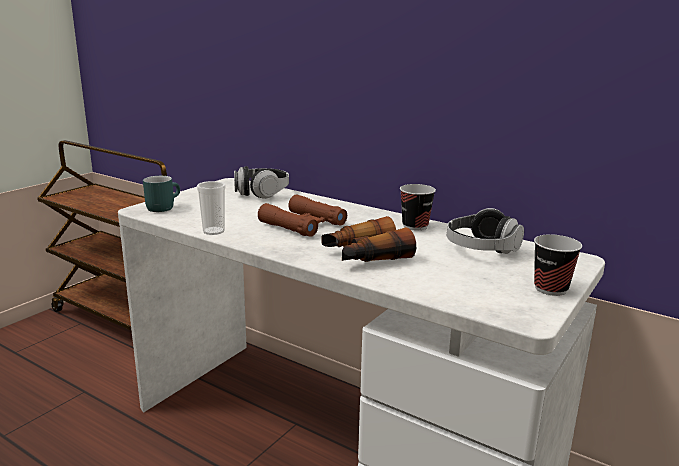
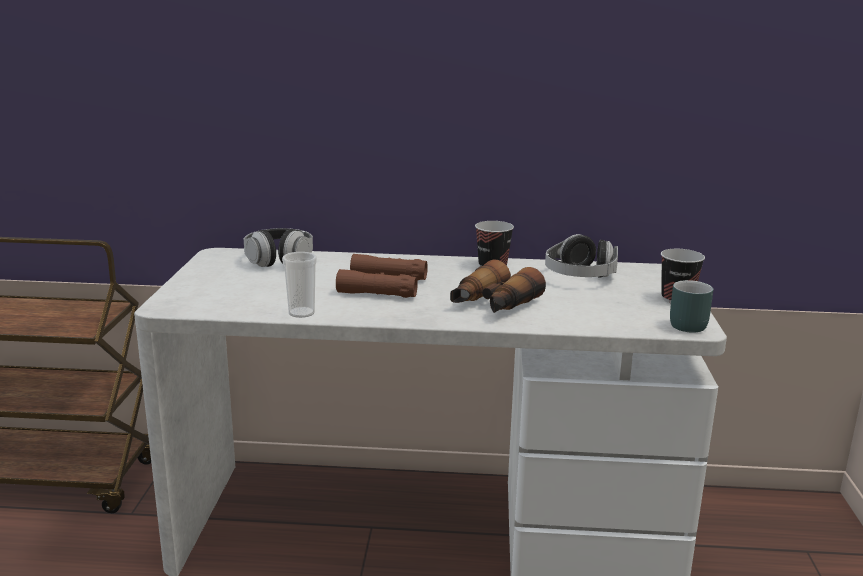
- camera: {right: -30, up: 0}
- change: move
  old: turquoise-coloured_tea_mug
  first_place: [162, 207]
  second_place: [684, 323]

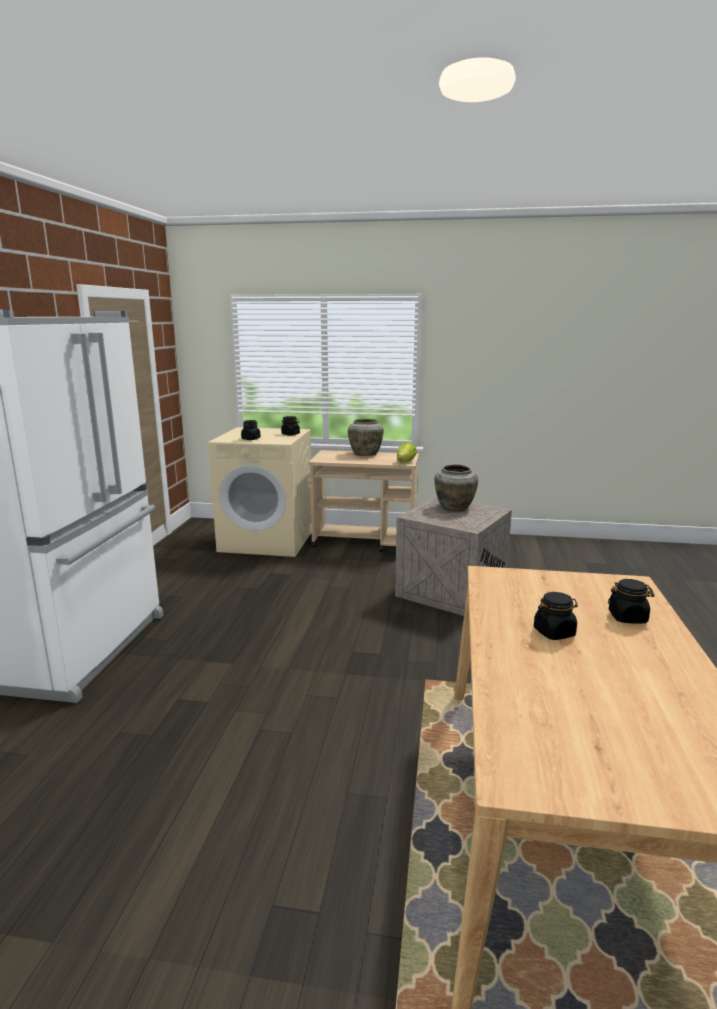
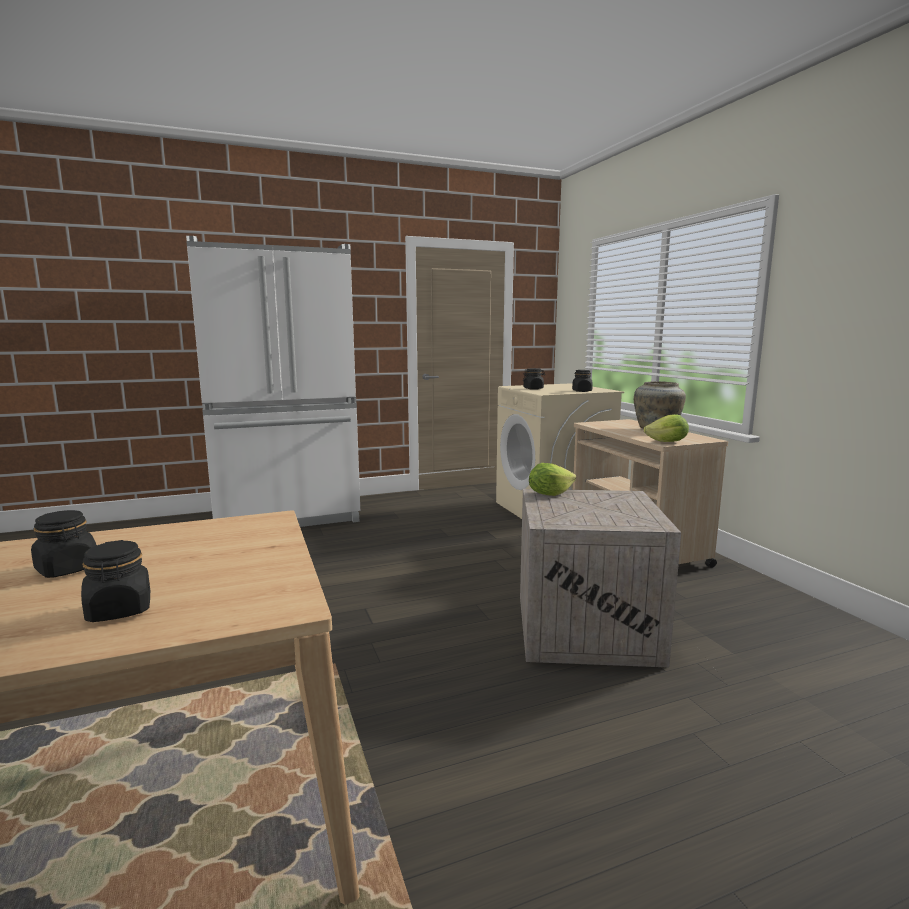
- camera: {right: 60, up: -5}
- change: delete
  old: beige-coloured_flower_vase
  first_place: [454, 508]
- change: insert
  new: lettuce
  second_place: [549, 494]

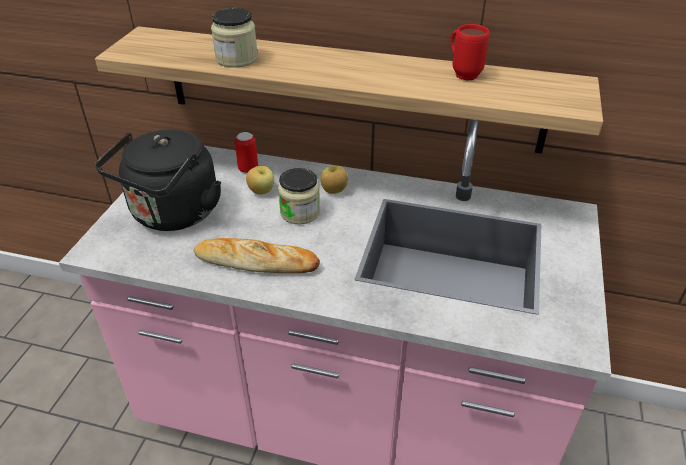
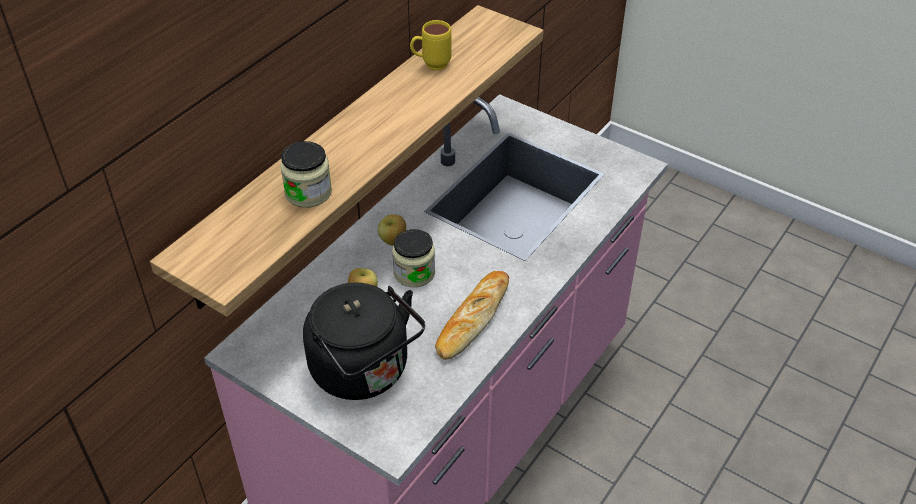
- camera: {right: -70, up: 5}
- change: delete
  old: sealed_can
  first_place: [248, 169]
- change: recolor
  old: red-coloured_tea_mug
  new: yellow-coloured_tea_mug
  first_place: [462, 73]
  second_place: [431, 65]

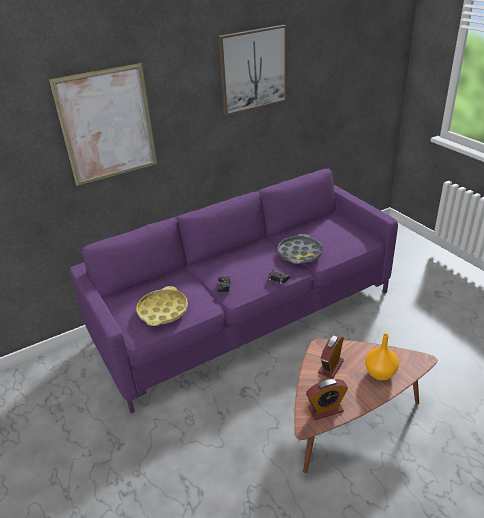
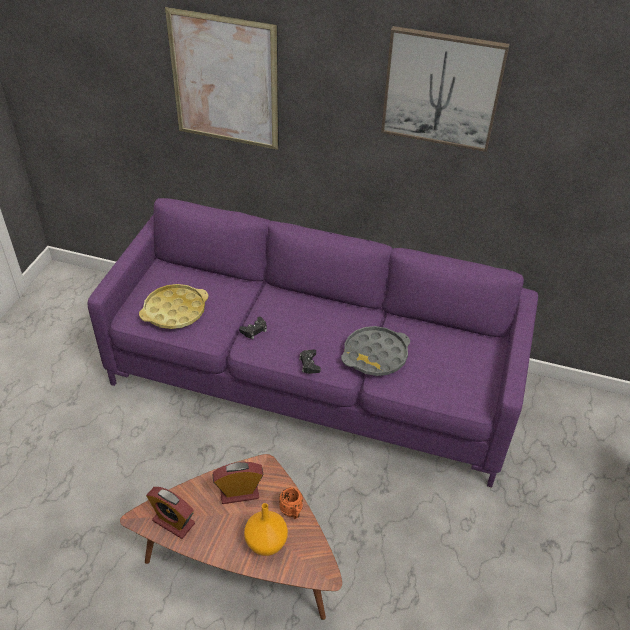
- camera: {right: 45, up: 10}
- change: insert
  new: orange-coloured_tea_mug
  second_place: [292, 512]

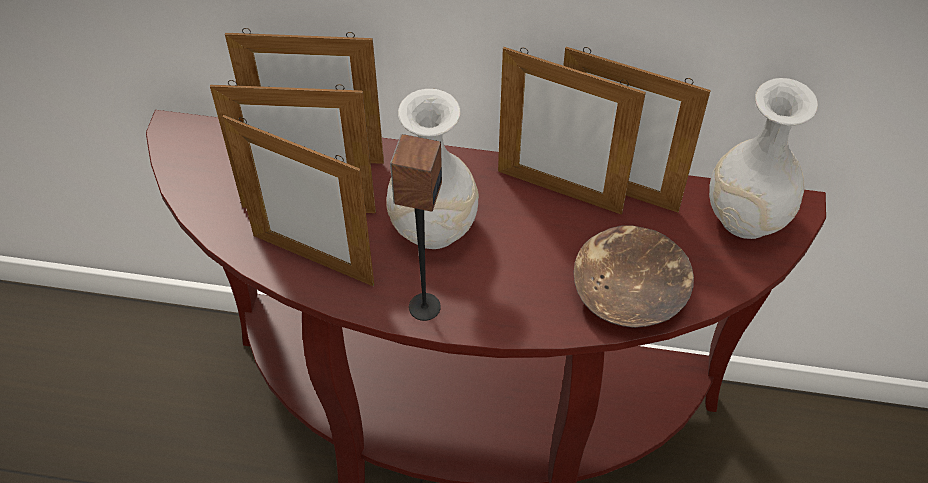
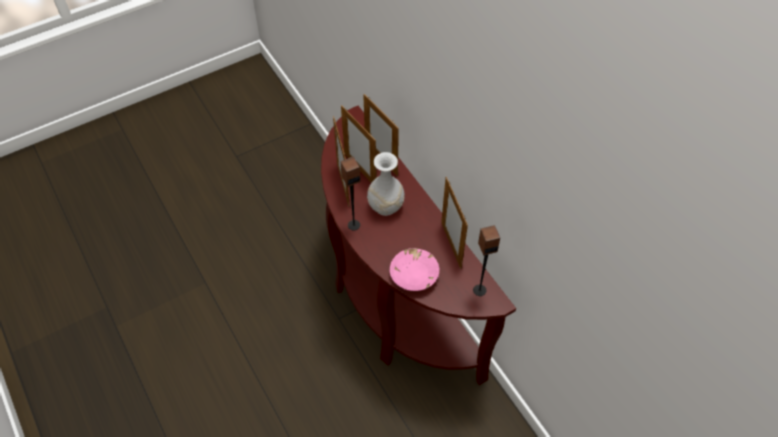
- camera: {right: 50, up: 0}
- change: delete
  old: standing_frame
  first_place: [559, 191]
- change: recolor
  old: brownish_serving_bowl
  new: pink_serving_bowl
  first_place: [630, 289]
  second_place: [414, 275]
- change: replace
  old: white-coloured_flower_vase
  new: speaker
  first_place: [746, 216]
  second_place: [479, 290]

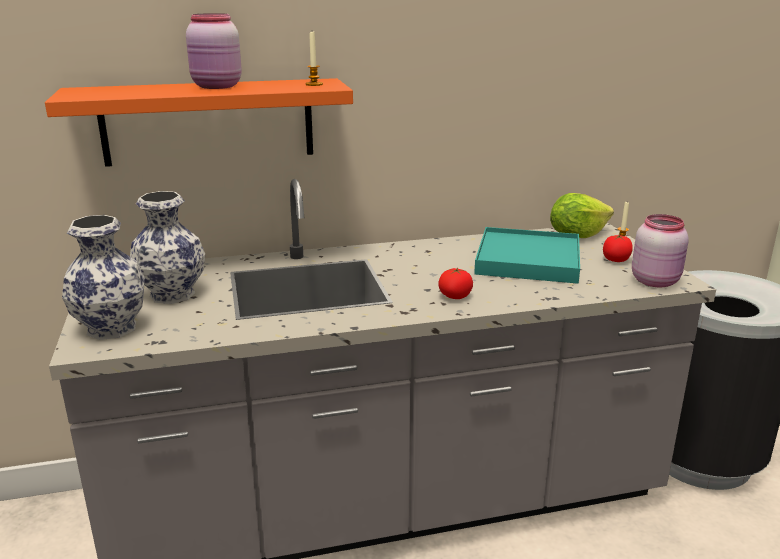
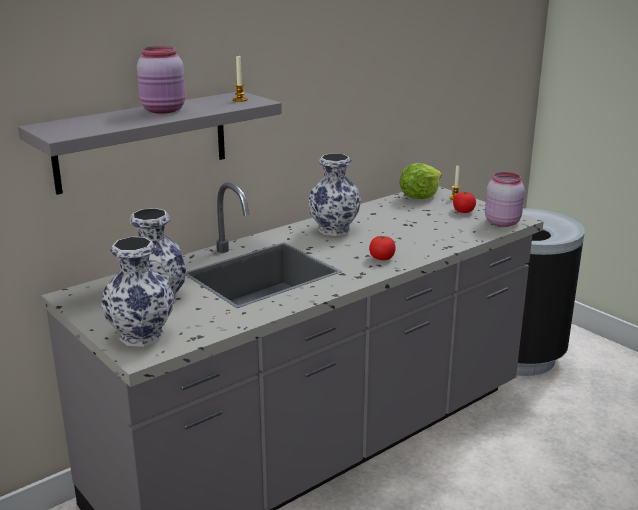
- camera: {right: -25, up: 0}
- change: recolor
  old: orange-coloured_bracket_shelf
  new: gray_bracket_shelf
  first_place: [208, 122]
  second_place: [142, 141]
- change: delete
  old: turquoise-coloured_tray
  first_place: [528, 260]
- change: insert
  new: flower_vase
  second_place: [335, 230]

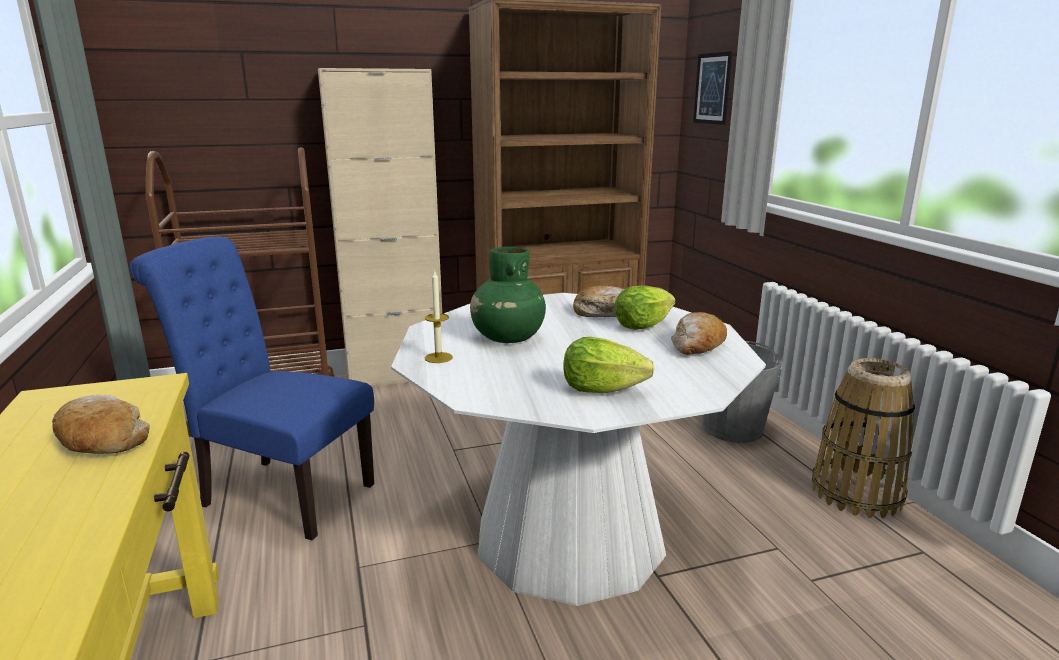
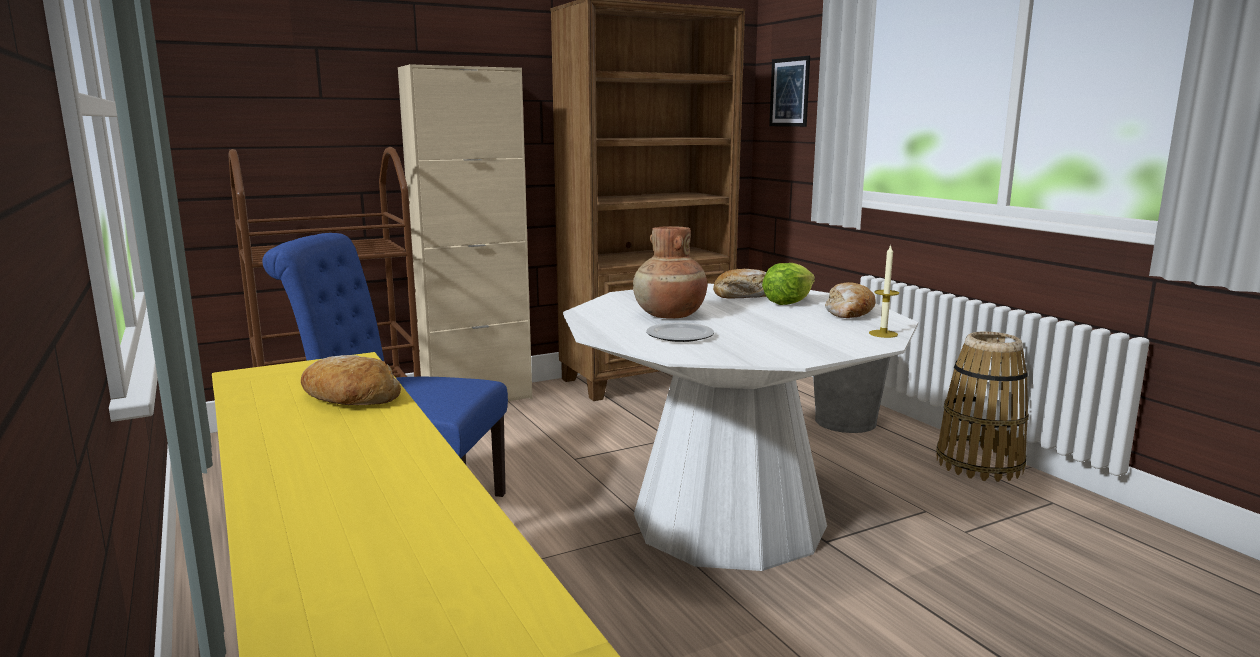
- camera: {right: -10, up: -5}
- change: move
  old: wax_candle
  first_place: [438, 357]
  second_place: [883, 334]
- change: recolor
  old: greenish_flower_vase
  new: brownish_flower_vase
  first_place: [507, 338]
  second_place: [669, 315]
- change: delete
  old: lettuce
  first_place: [601, 389]
- change: insert
  new: dinner_plate
  second_place: [679, 336]

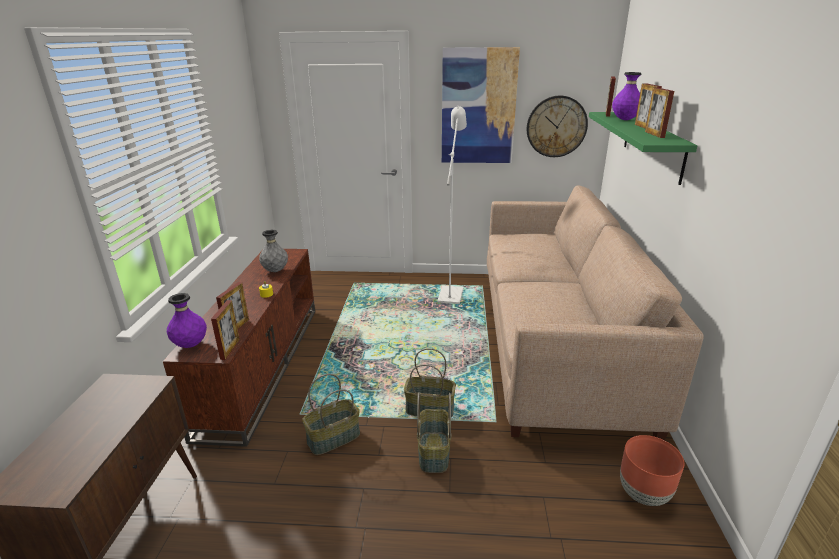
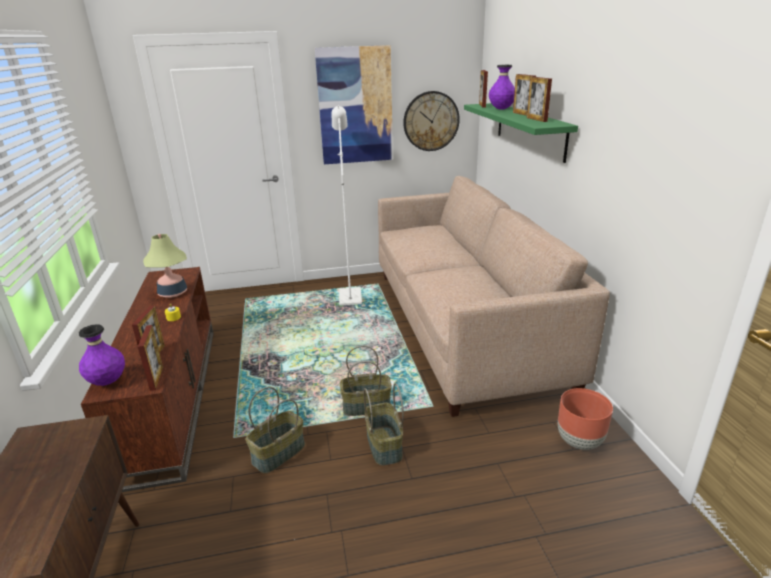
- camera: {right: -15, up: 0}
- change: replace
  old: gray_flower_vase
  new: tabletop_lamp
  first_place: [275, 271]
  second_place: [173, 293]

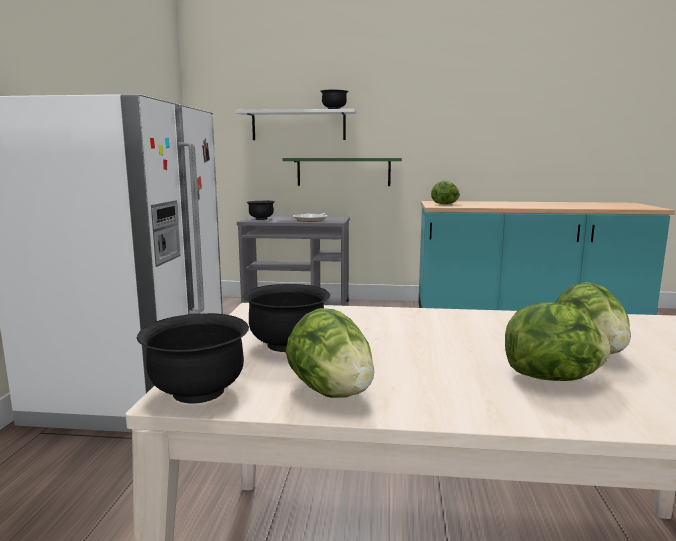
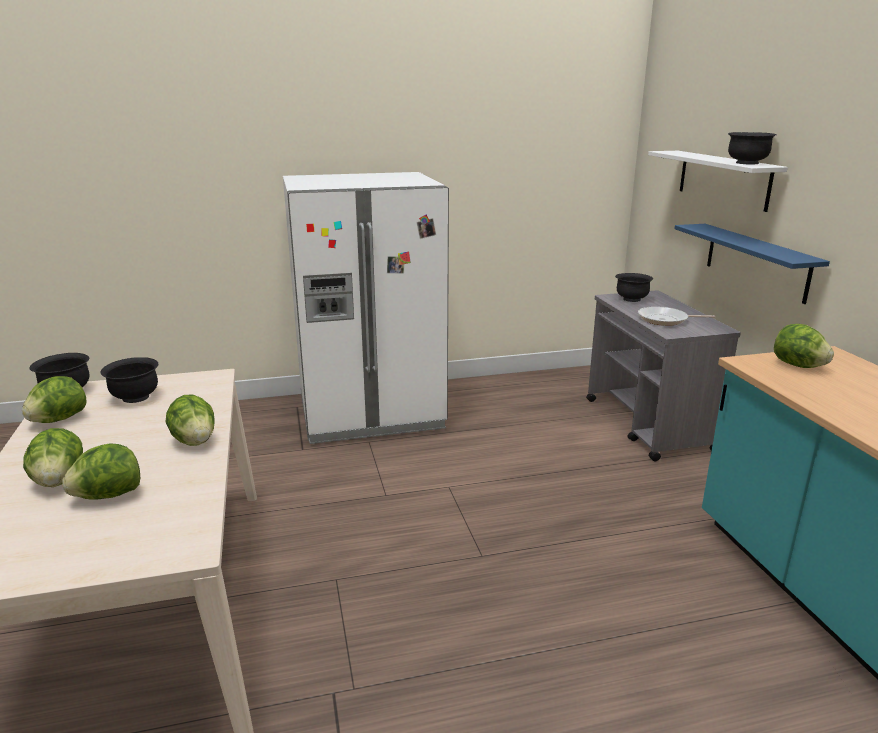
- camera: {right: 70, up: 10}
- change: recolor
  old: greenish_bracket_shelf
  new: blue-coloured_bracket_shelf
  first_place: [343, 172]
  second_place: [756, 261]
- change: insert
  new: lettuce
  second_place: [195, 441]

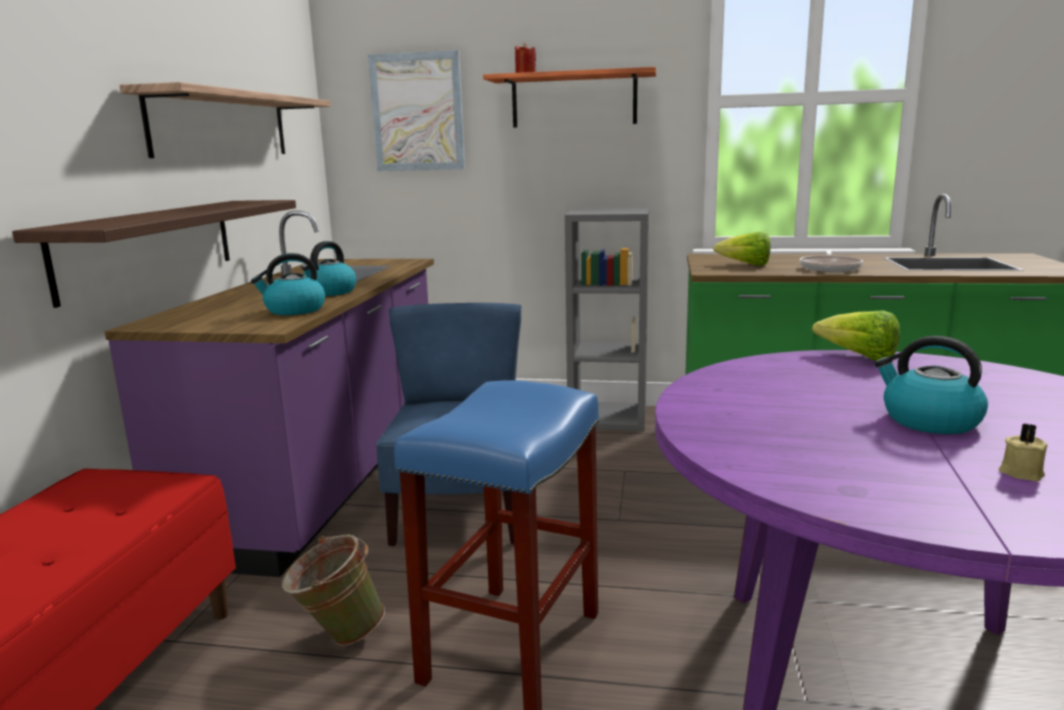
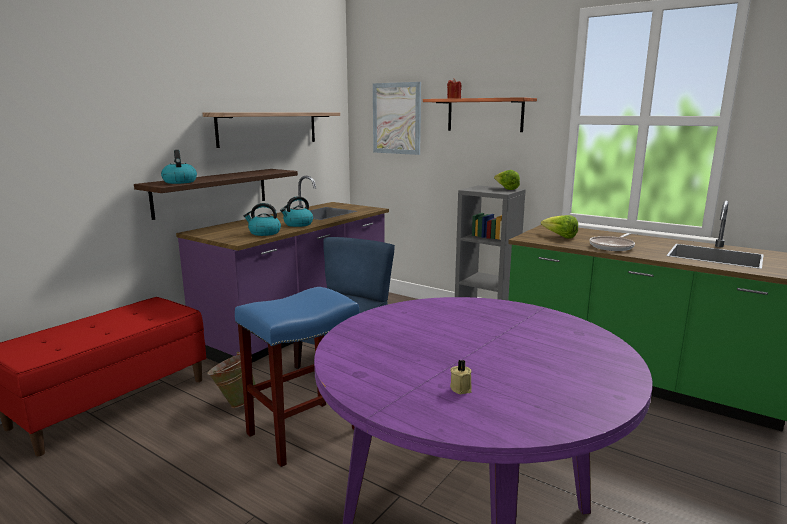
- camera: {right: 25, up: 0}
- change: move
  old: lettuce
  first_place: [859, 357]
  second_place: [505, 189]
- change: move
  old: tea_kettle
  first_place: [928, 420]
  second_place: [179, 182]

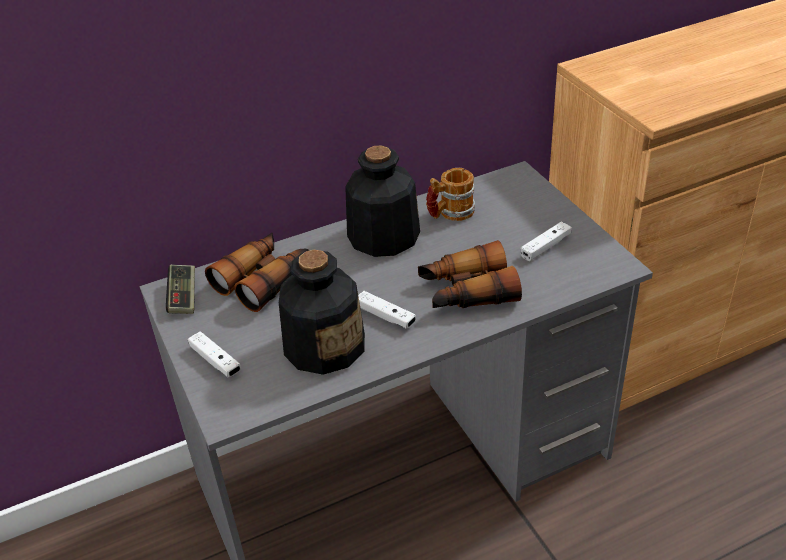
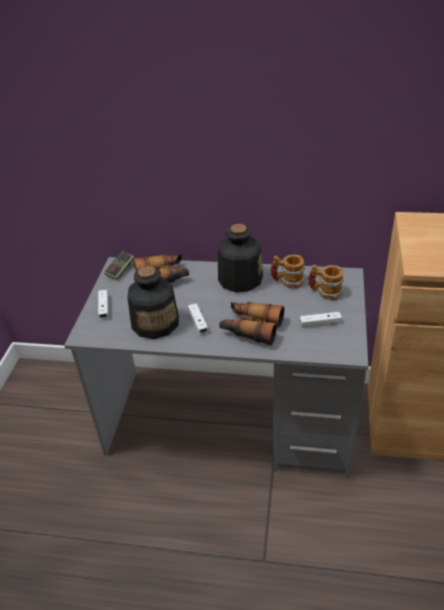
- camera: {right: 35, up: 0}
- change: insert
  new: tea_mug
  second_place: [325, 292]

